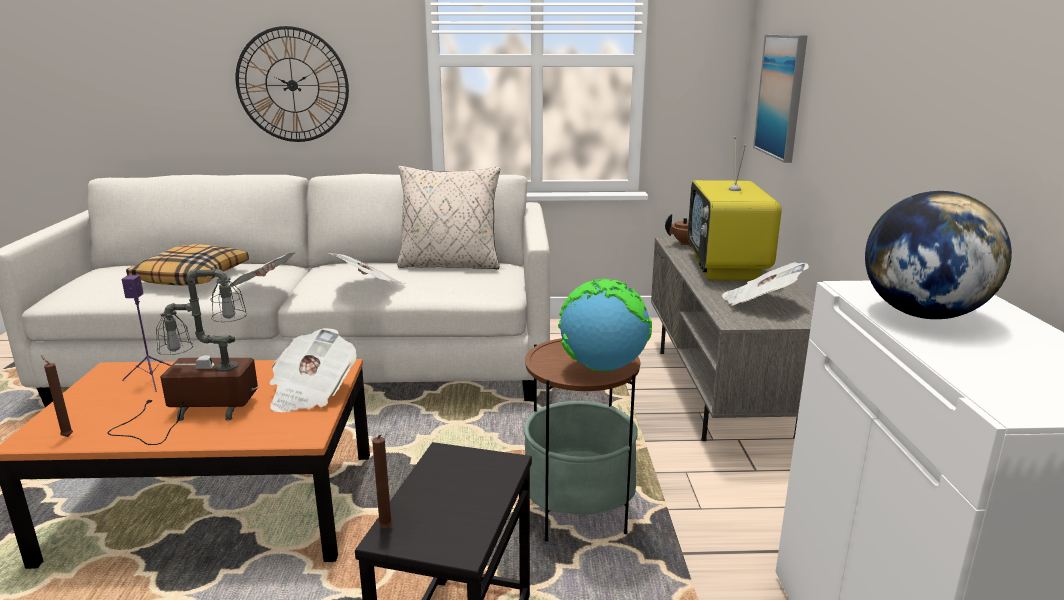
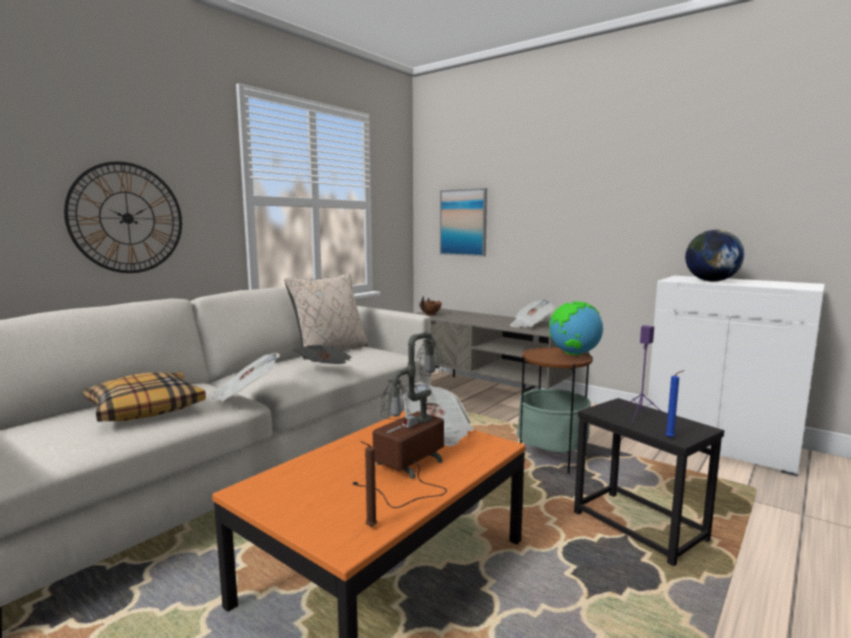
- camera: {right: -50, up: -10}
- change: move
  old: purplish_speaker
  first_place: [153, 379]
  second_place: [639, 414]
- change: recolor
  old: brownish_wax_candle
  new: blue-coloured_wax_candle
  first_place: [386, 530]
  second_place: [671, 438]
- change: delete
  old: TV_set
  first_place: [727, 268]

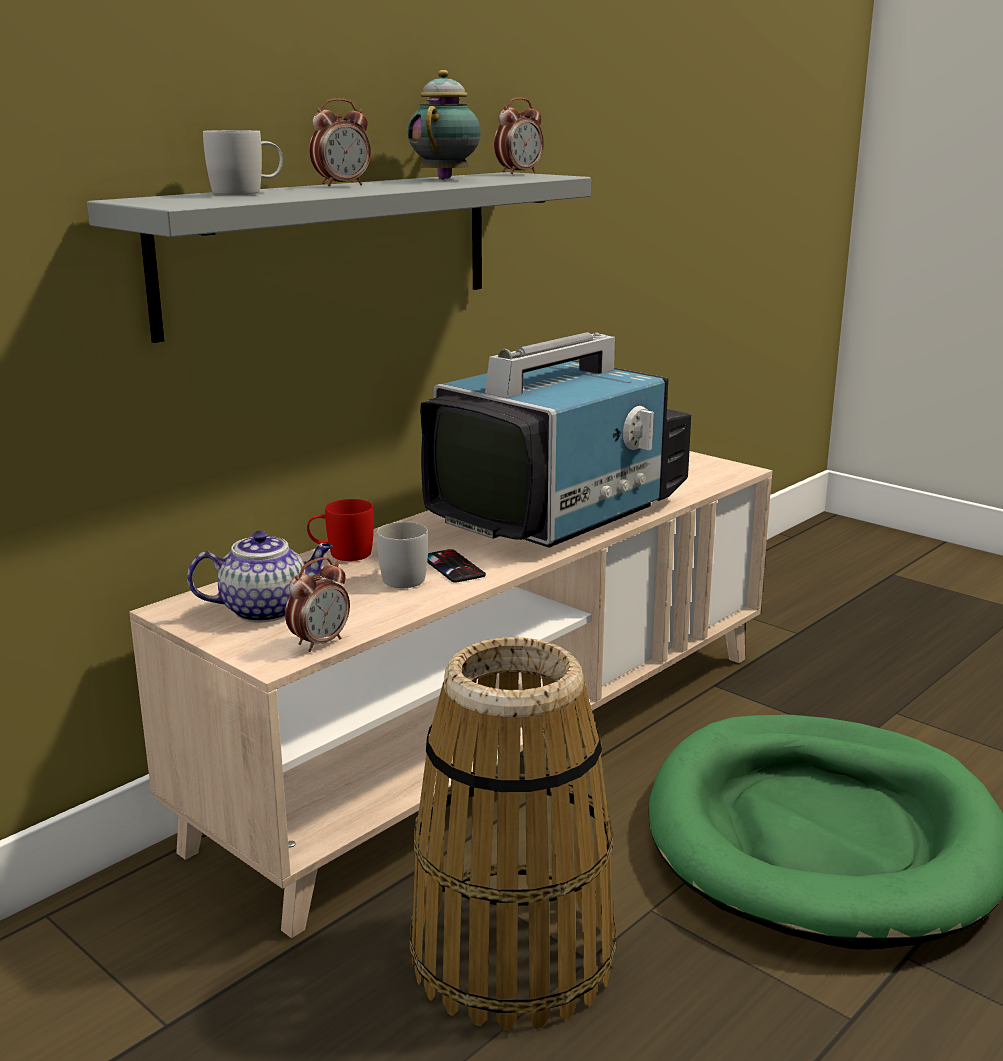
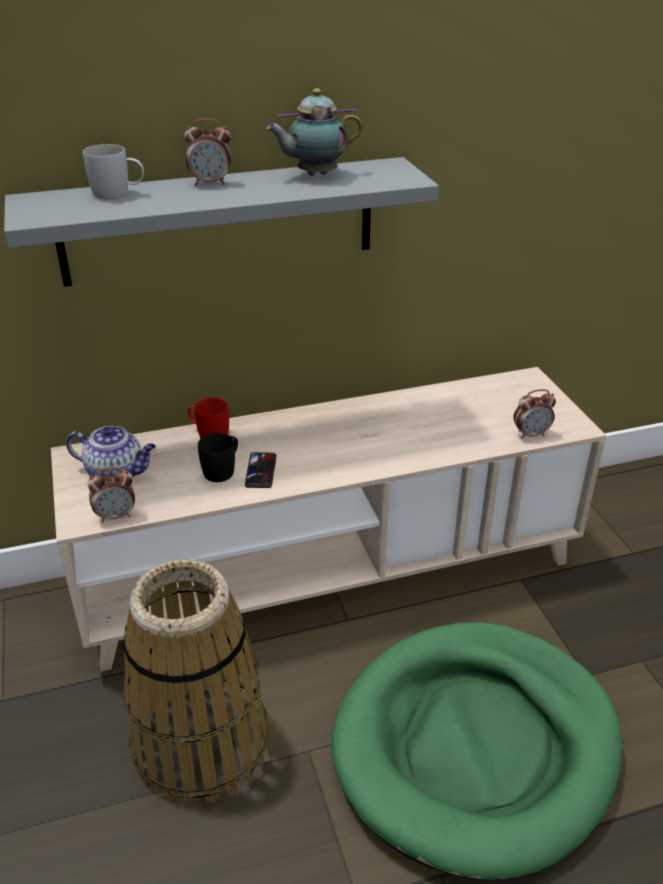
- camera: {right: 30, up: 15}
- change: recolor
  old: white-coloured_tea_mug
  new: blackish_tea_mug
  first_place: [404, 576]
  second_place: [223, 470]
- change: rotate
  old: teapot
  first_place: [446, 179]
  second_place: [314, 175]
  degrees: -150
- change: delete
  old: TV_set
  first_place: [561, 513]
- change: move
  old: alarm_clock
  first_place: [519, 173]
  second_place: [531, 434]

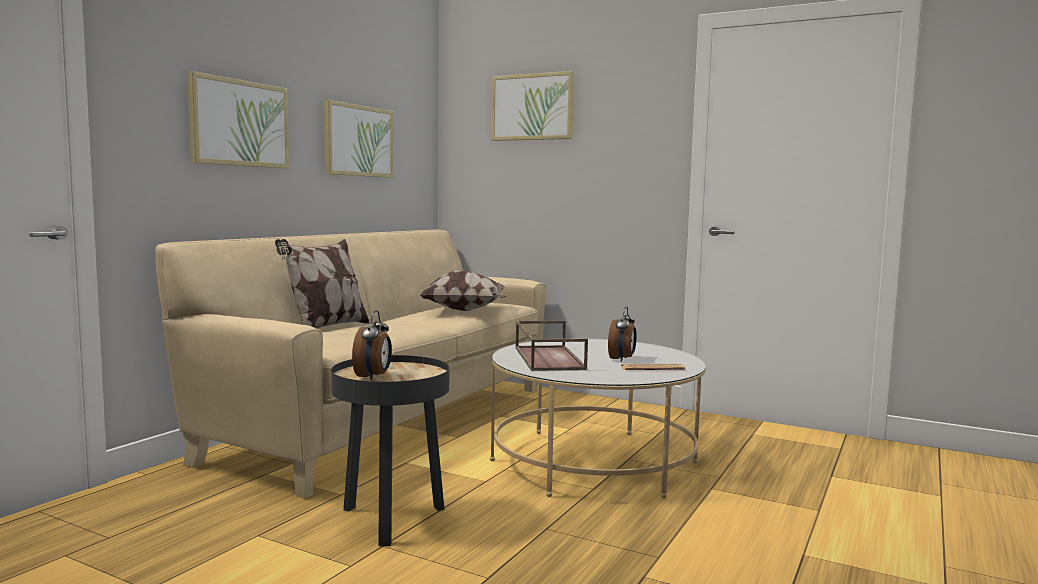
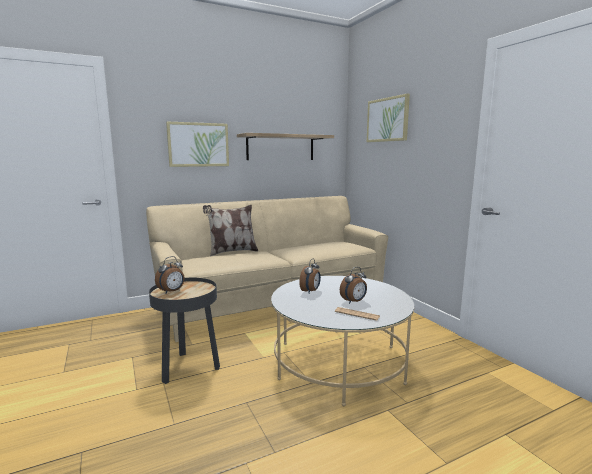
- camera: {right: 35, up: 5}
- change: replace
  old: wall_picture
  new: bracket_shelf
  first_place: [358, 141]
  second_place: [280, 147]
- change: delete
  old: pillow
  first_place: [465, 310]
- change: replace
  old: brownish_tray
  new: alarm_clock
  first_place: [547, 358]
  second_place: [310, 291]

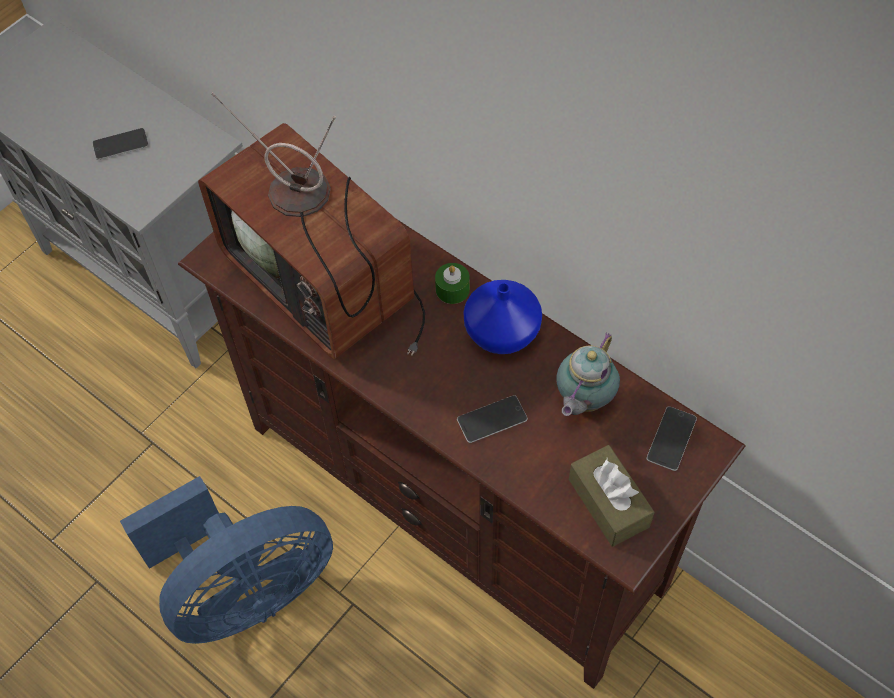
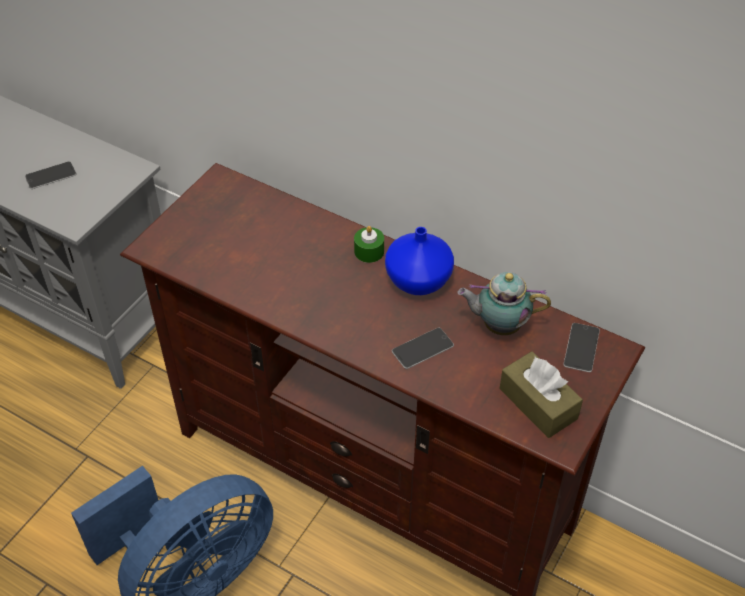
- camera: {right: -10, up: -10}
- change: delete
  old: TV_set
  first_place: [327, 282]
- change: rotate
  old: teapot
  first_place: [582, 400]
  second_place: [499, 325]
  degrees: 75

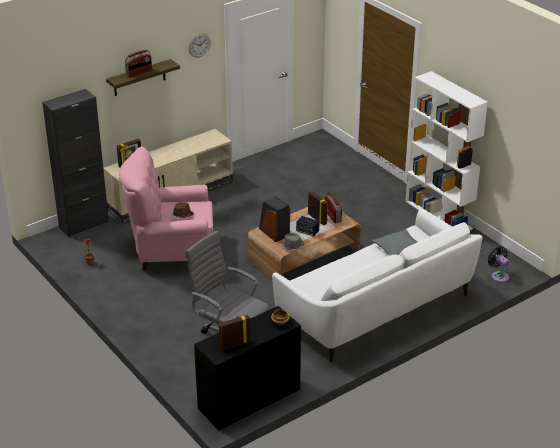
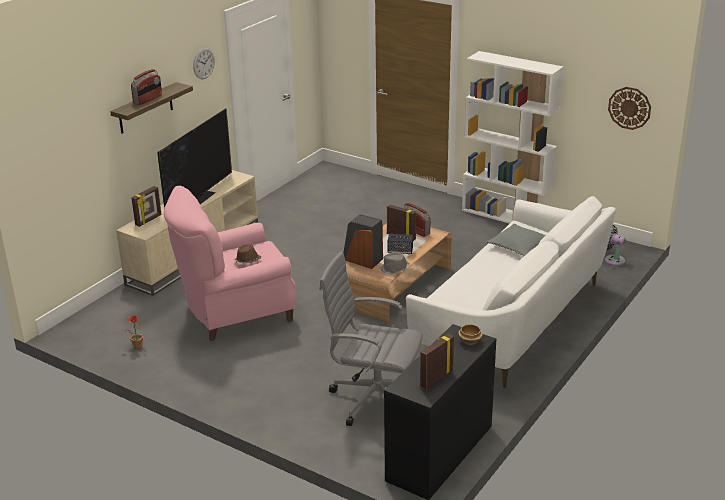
- camera: {right: -20, up: -5}
- change: delete
  old: blackish_cupboard
  first_place: [84, 224]
- change: insert
  new: TV_set
  second_place: [199, 197]
- change: insert
  new: hanging_clock
  second_place: [629, 108]

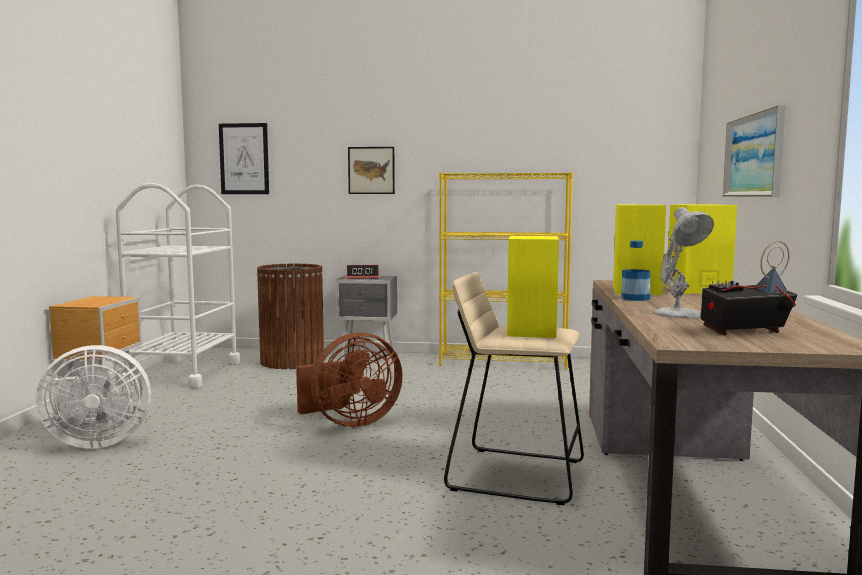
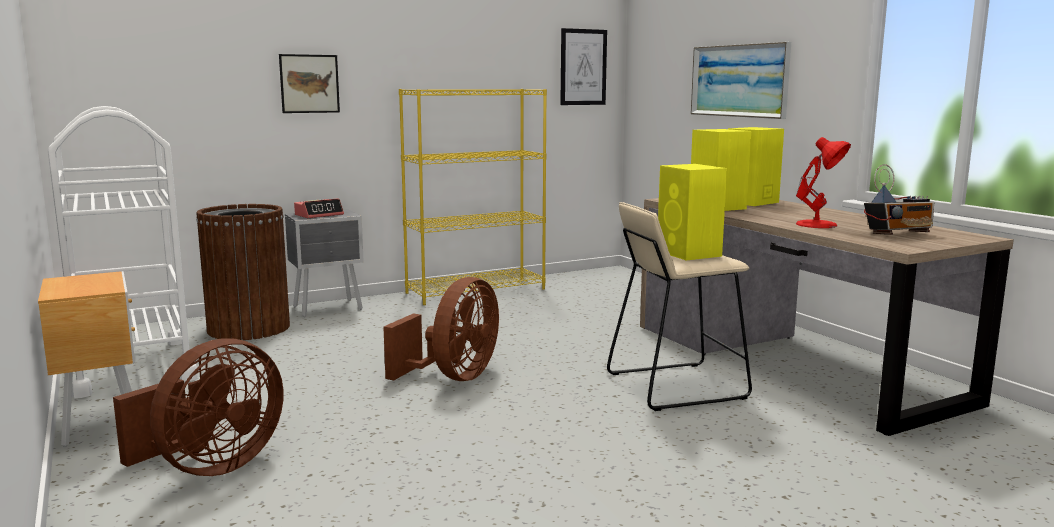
- camera: {right: -35, up: 5}
- change: recolor
  old: white-coloured_fan
  new: brownish_fan
  first_place: [96, 442]
  second_place: [210, 467]
- change: move
  old: wall_picture
  first_place: [244, 159]
  second_place: [583, 67]
- change: delete
  old: drink_bottle
  first_place: [635, 298]
- change: recolor
  old: white-coloured_tabletop_lamp
  new: red-coloured_tabletop_lamp
  first_place: [679, 314]
  second_place: [818, 225]
- change: rotate
  old: radio_set
  first_place: [743, 331]
  second_place: [898, 234]
  degrees: -150

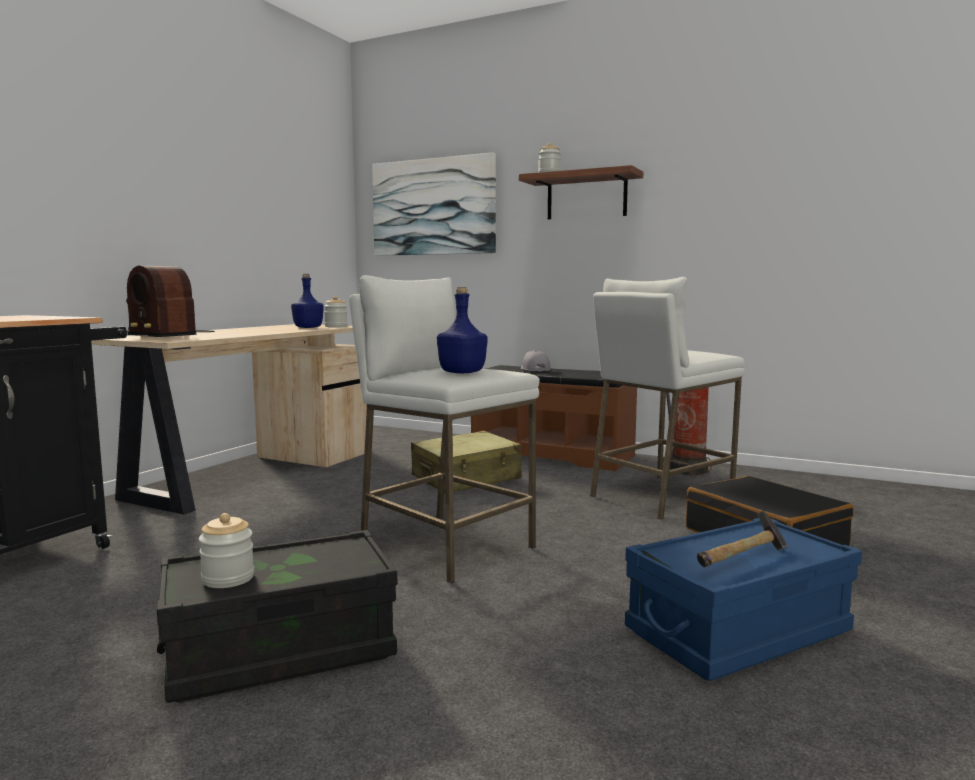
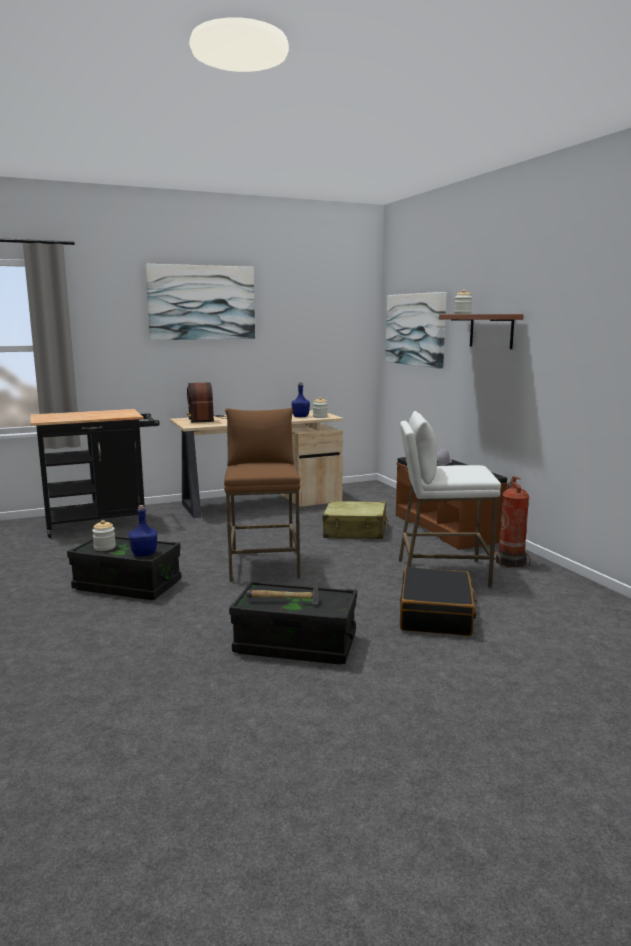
- camera: {right: 40, up: 5}
- change: recolor
  old: white-coloured_sitting_stool
  new: brownish_sitting_stool
  first_place: [444, 545]
  second_place: [263, 564]
- change: move
  old: blue-coloured_drink_bottle
  first_place: [462, 372]
  second_place: [144, 554]
- change: recolor
  old: blue-coloured_storage_container
  new: blackish_storage_container
  first_place: [738, 632]
  second_place: [295, 644]
- change: insert
  new: wall_picture
  second_place: [202, 302]

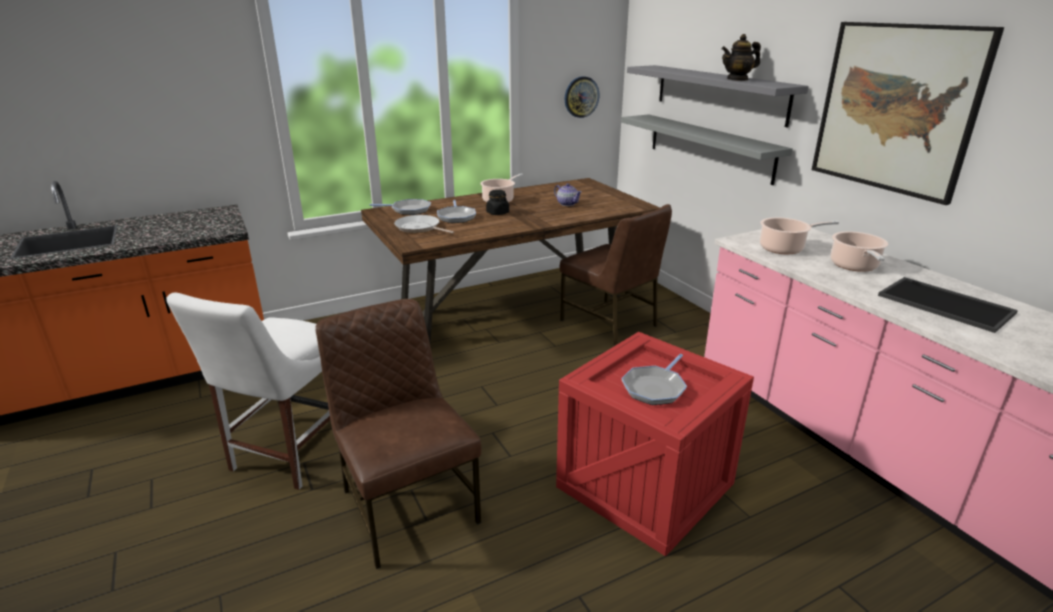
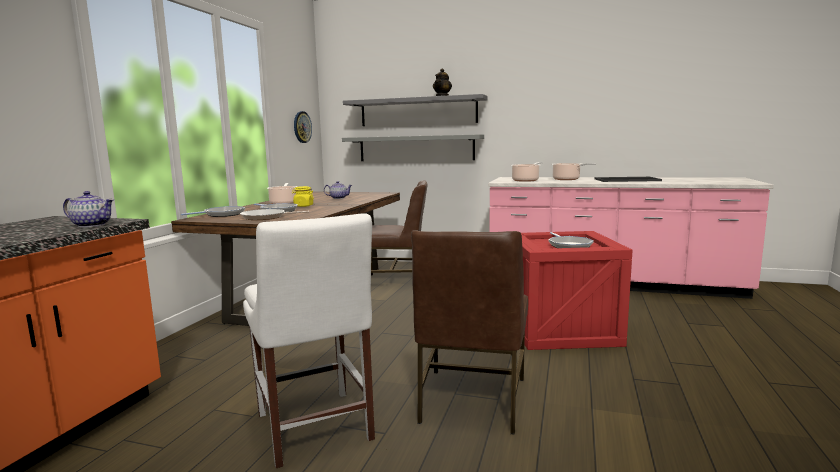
- camera: {right: -45, up: -15}
- change: rotate
  old: brownish_plain_chair
  first_place: [407, 505]
  second_place: [471, 400]
  degrees: -90
- change: recolor
  old: blackish_jar
  new: yellow-coloured_jar
  first_place: [497, 213]
  second_place: [303, 206]
- change: delete
  old: wall_picture
  first_place: [895, 109]
- change: insert
  new: teapot
  second_place: [91, 225]

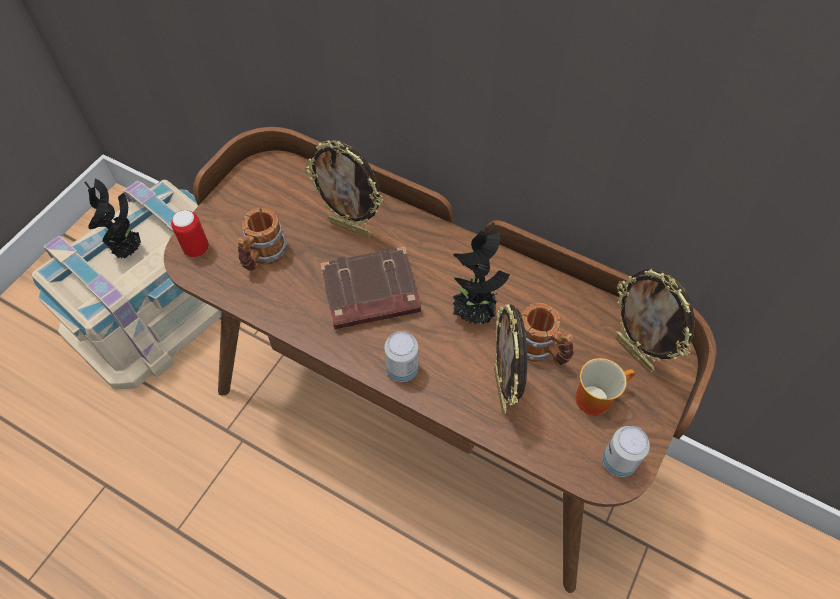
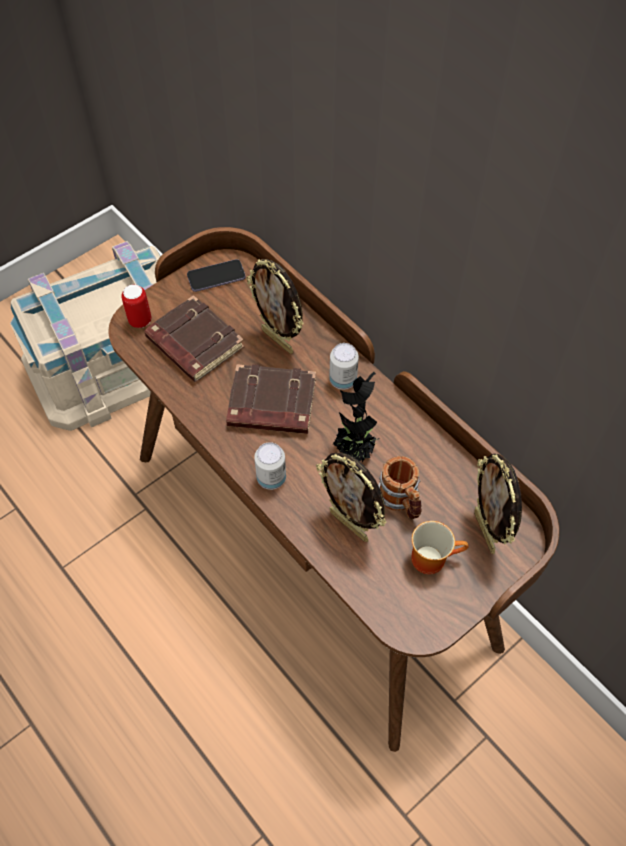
- camera: {right: 20, up: 0}
- change: delete
  old: potted_plant
  first_place: [129, 250]
- change: replace
  old: tea_mug
  new: brownish_book
  first_place: [263, 256]
  second_place: [193, 343]
- change: rotate
  old: standing_frame
  first_place: [502, 391]
  second_place: [350, 525]
  degrees: -60
- change: move
  old: sealed_can
  first_place: [618, 461]
  second_place: [343, 380]
- change: insert
  new: handset
  second_place: [216, 277]

